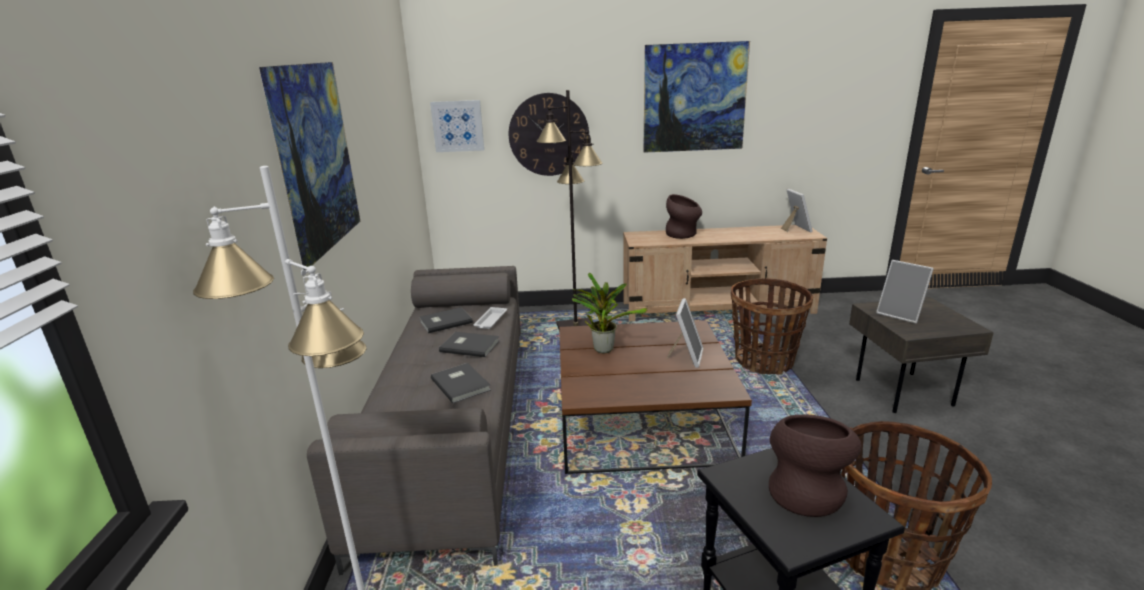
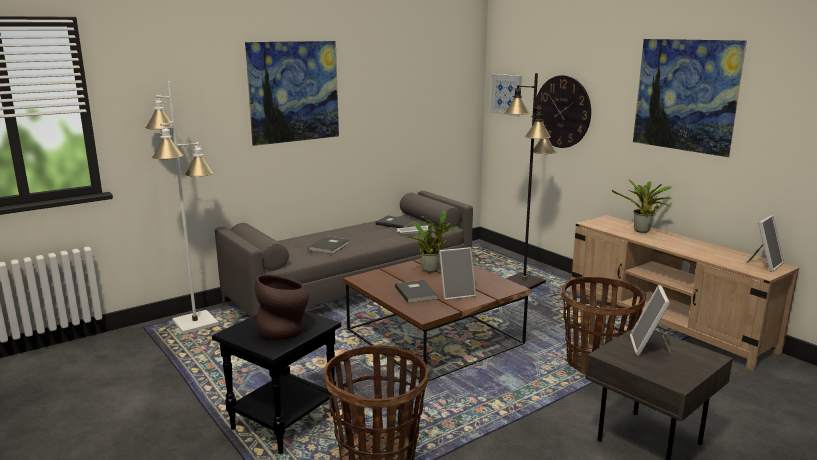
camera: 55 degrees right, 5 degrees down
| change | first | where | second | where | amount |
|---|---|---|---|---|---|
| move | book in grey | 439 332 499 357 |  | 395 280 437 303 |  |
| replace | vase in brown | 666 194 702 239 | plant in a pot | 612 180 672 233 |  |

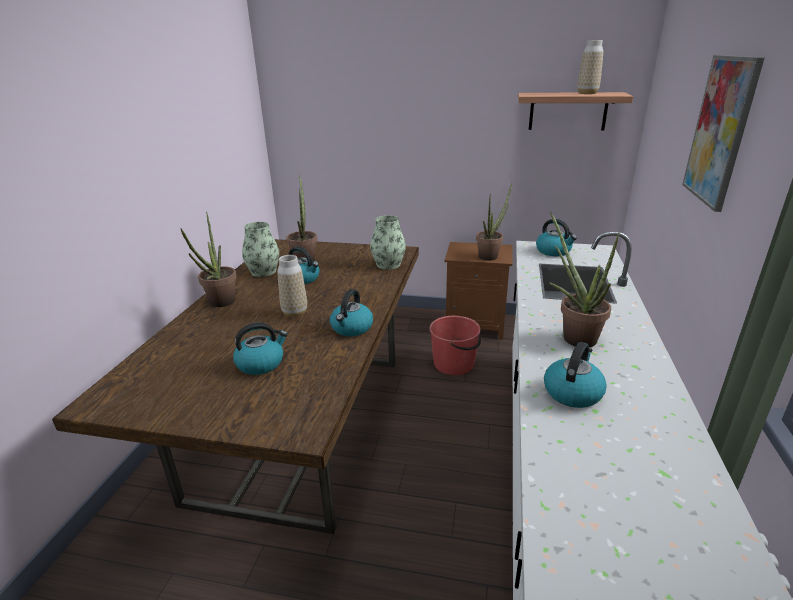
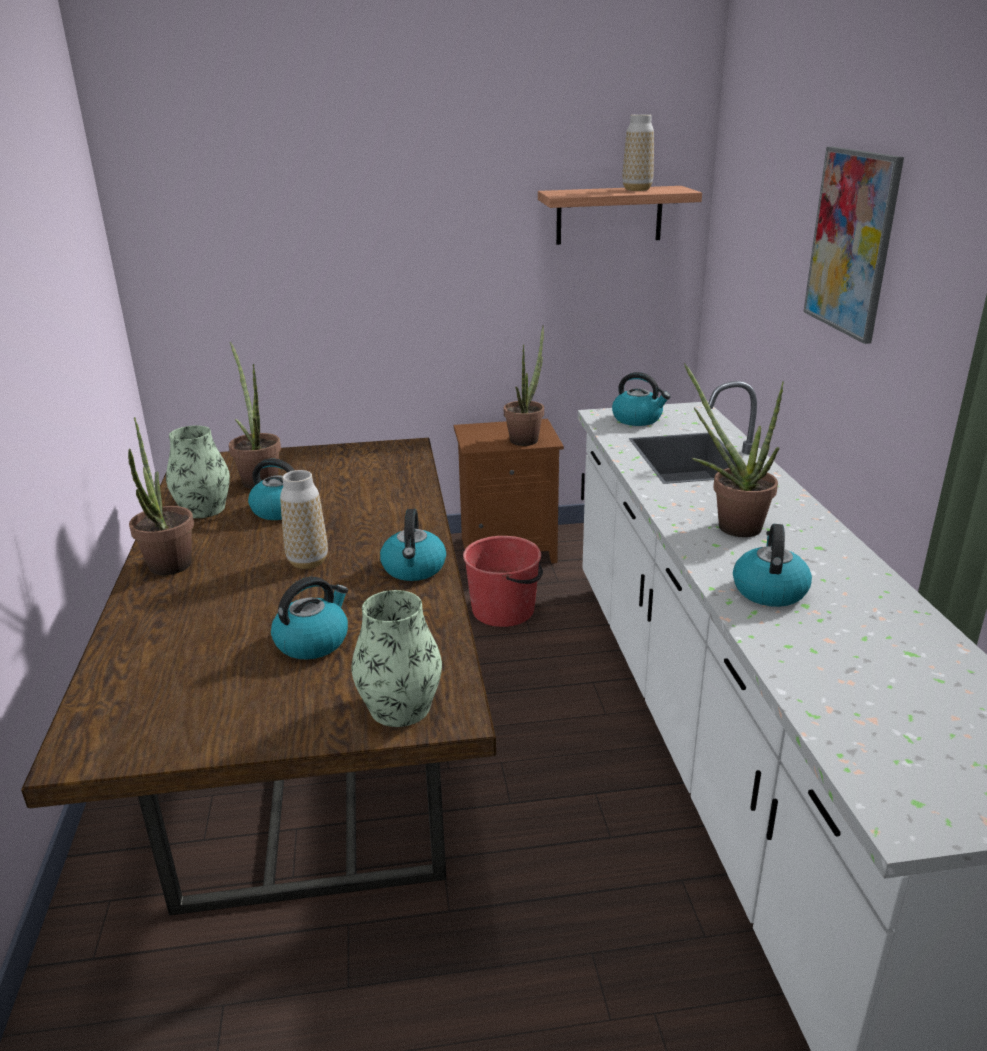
camera: 20 degrees left, 0 degrees up
| change | first | where | second | where | amount |
|---|---|---|---|---|---|
| move | vase | 370 215 406 270 |  | 351 590 442 727 |  |

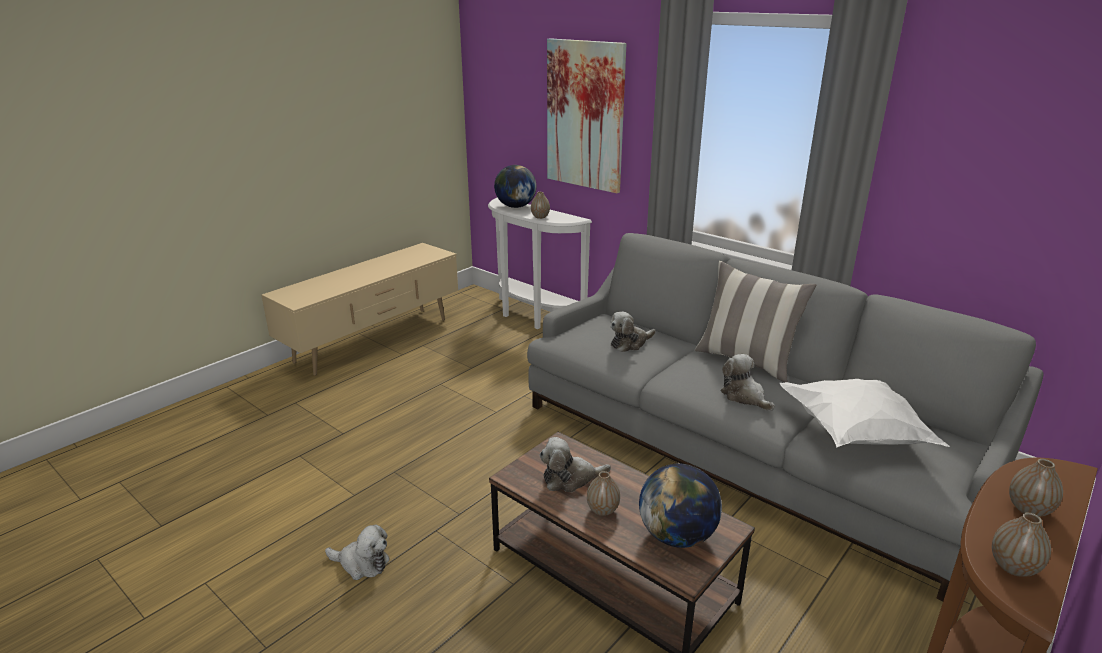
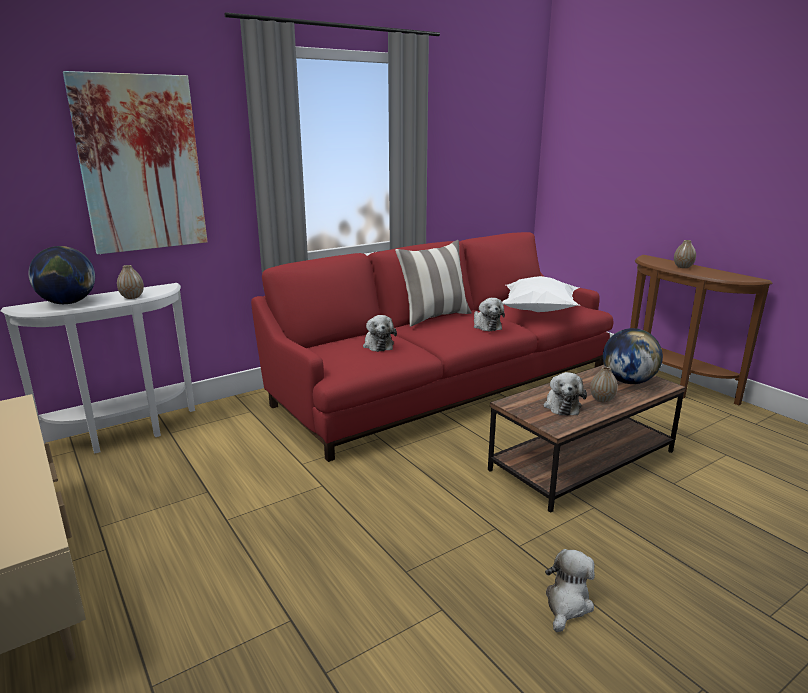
camera: 75 degrees left, 5 degrees down
| change | first | where | second | where | amount |
|---|---|---|---|---|---|
| recolor | couch in grey | 527 233 1043 602 | couch in reddish | 251 232 613 462 |  |
| rotate | soft toy | 721 354 775 411 |  | 474 298 505 331 | 90 degrees counterclockwise |
| delete | vase | 992 513 1051 577 |  |  |  |

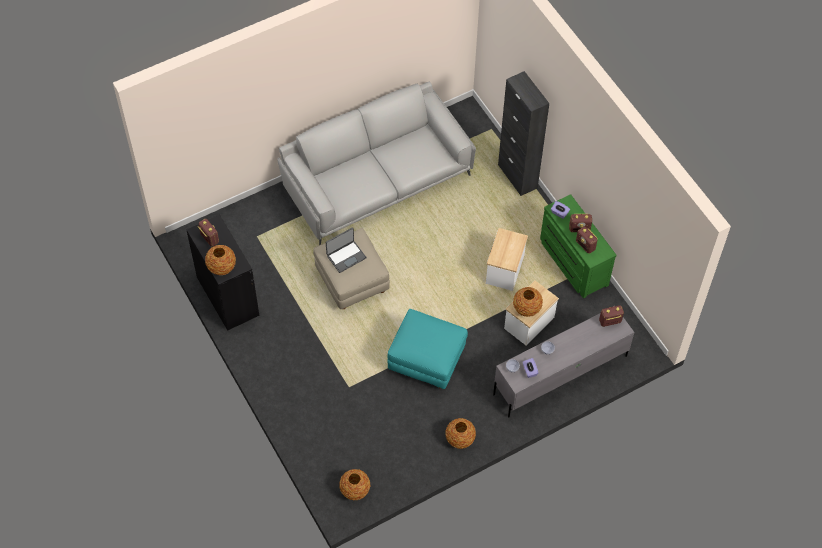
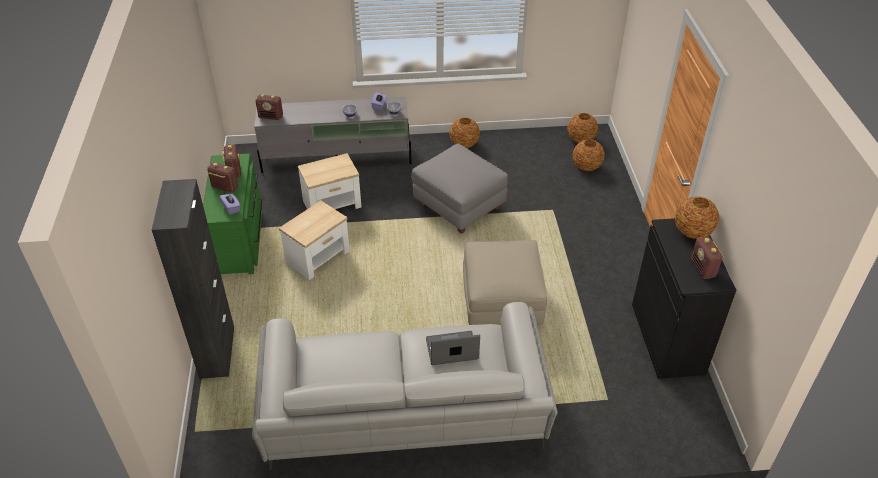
camera: 155 degrees left, 15 degrees down
| change | first | where | second | where | amount |
|---|---|---|---|---|---|
| recolor | pouffe in blue-green | 387 309 468 389 | pouffe in grey | 411 143 508 233 |  |
| move | notebook computer | 326 227 367 273 |  | 426 331 480 365 |  |
| move | vase | 513 287 543 317 |  | 573 139 605 171 |  |

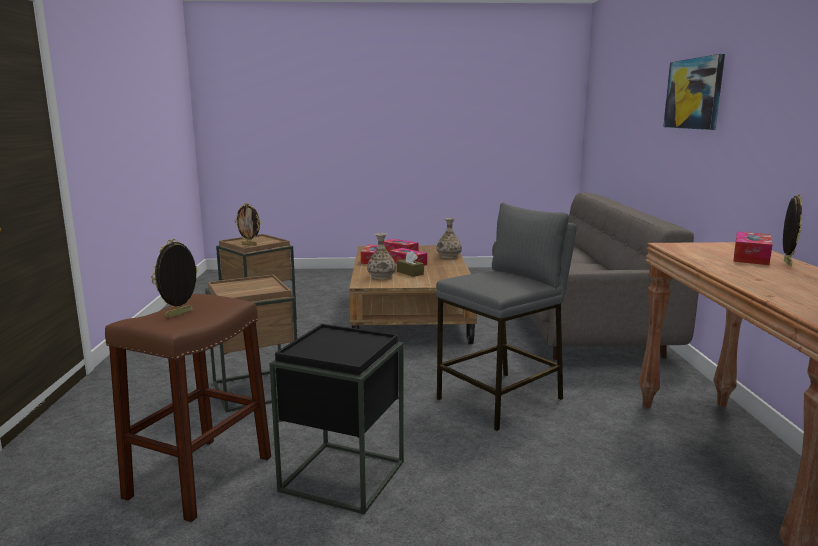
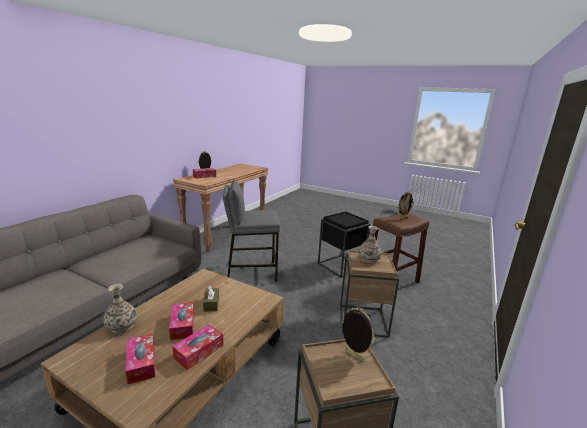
camera: 150 degrees left, 5 degrees up
| change | first | where | second | where | amount |
|---|---|---|---|---|---|
| move | vase | 367 233 396 280 |  | 358 226 382 263 |  |
| delete | picture | 663 54 725 130 |  |  |  |

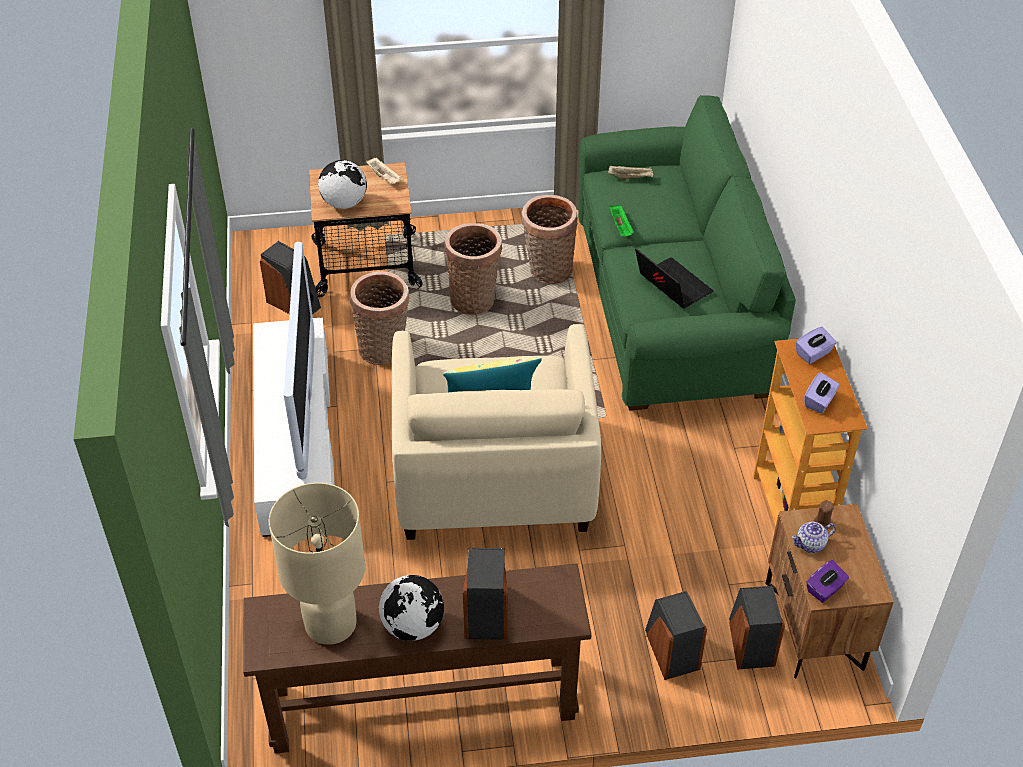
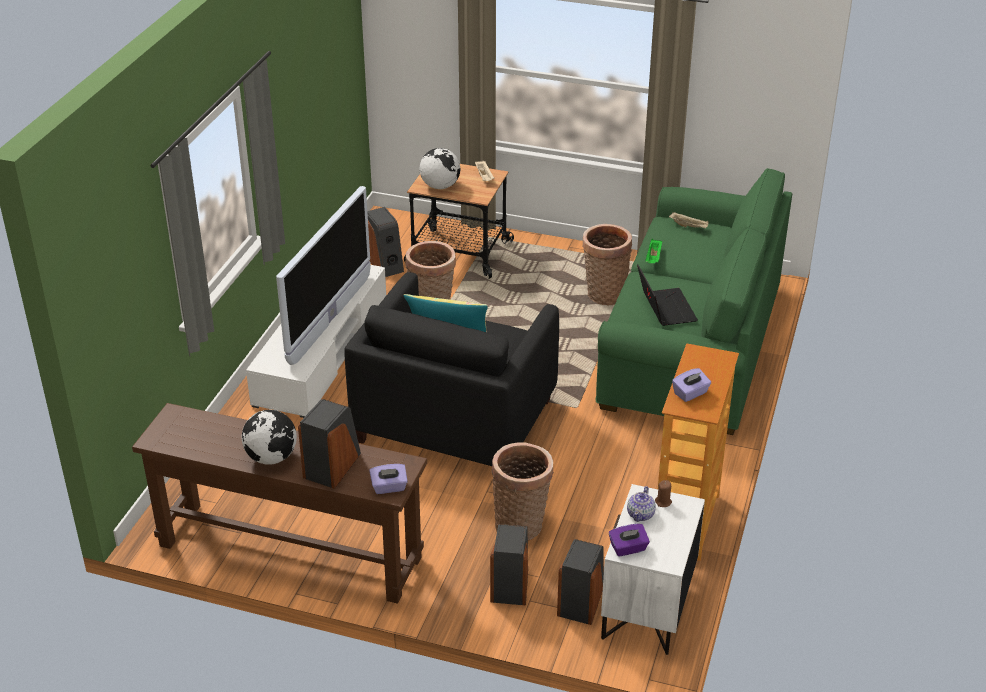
camera: 25 degrees right, 10 degrees down
| change | first | where | second | where | amount |
|---|---|---|---|---|---|
| recolor | easy chair in beige-coloured | 392 324 601 540 | easy chair in black-coloured | 344 272 559 466 |  |
| move | tissue holder in purple-coloured | 796 327 836 364 |  | 369 464 408 494 |  |
| move | storage basket | 445 223 502 315 |  | 491 443 554 540 |  |
| recolor | bedside table in brown | 765 504 894 678 | bedside table in white-coloured | 601 484 705 655 |  |
| rotate | tea pot | 791 522 836 553 |  | 627 486 656 522 | 75 degrees counterclockwise |
| delete | table lamp in beige-coloured | 269 483 365 645 |  |  |  |

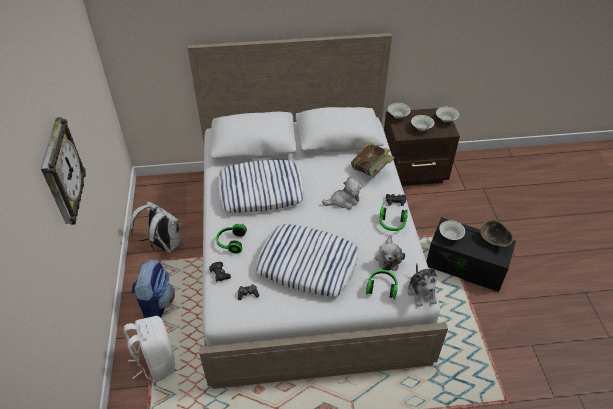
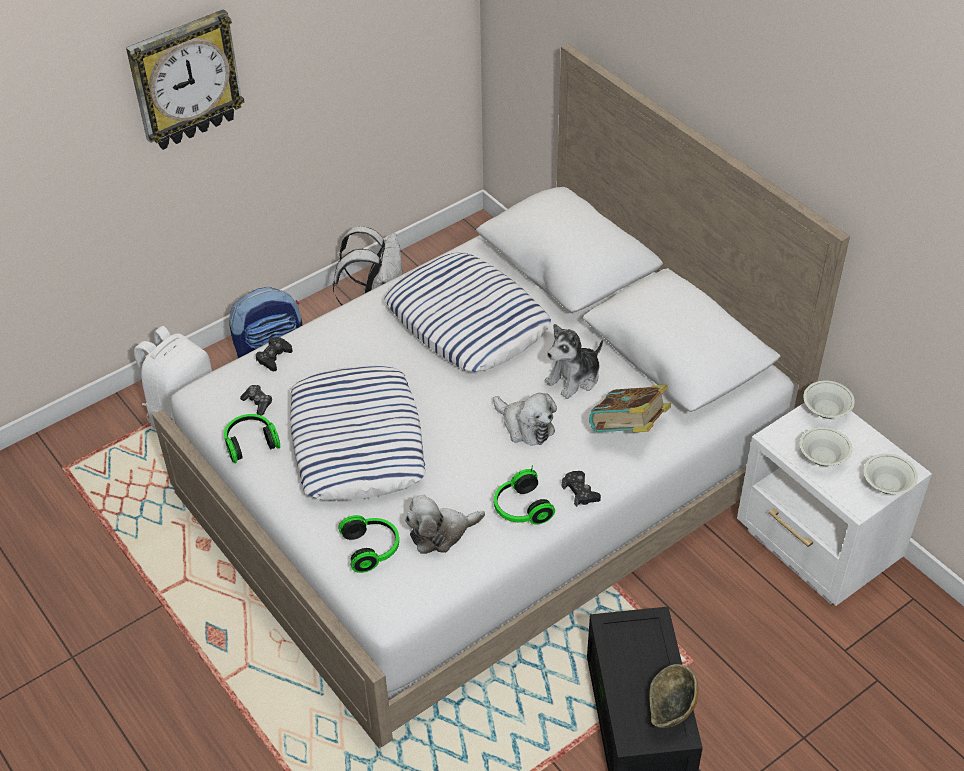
camera: 60 degrees right, 0 degrees up
| change | first | where | second | where | amount |
|---|---|---|---|---|---|
| move | headset | 216 224 247 253 |  | 224 414 280 463 |  |
| move | soft toy | 407 264 437 307 |  | 545 324 603 399 |  |
| recolor | bedside table in brown | 384 108 460 186 | bedside table in white-coloured | 737 402 932 606 |  |
| delete | serving bowl in white-coloured | 439 220 465 240 |  |  |  |

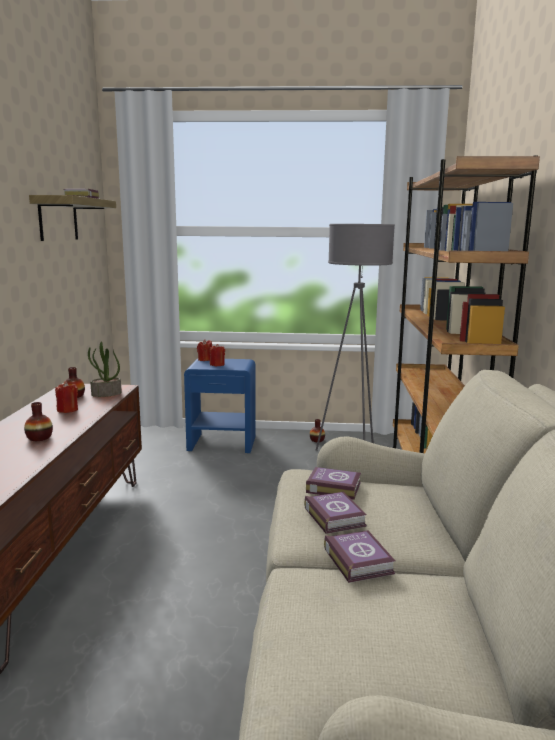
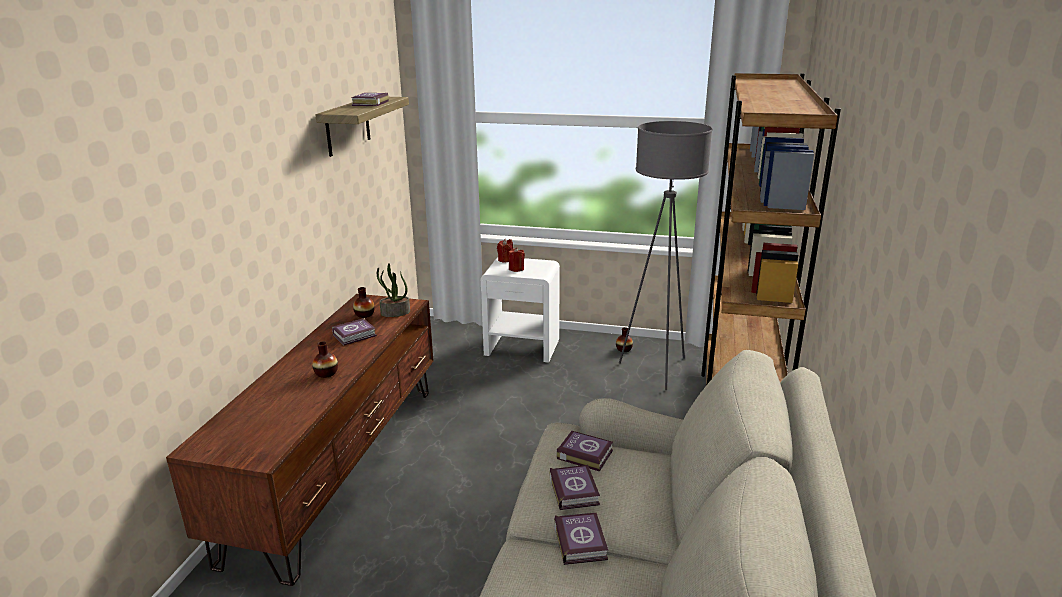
camera: 10 degrees right, 10 degrees up
| change | first | where | second | where | amount |
|---|---|---|---|---|---|
| replace | wax candle in reddish | 55 382 78 413 | book | 332 318 377 345 |  |
| recolor | bedside table in bluish | 184 359 256 453 | bedside table in white-coloured | 481 257 560 363 |  |

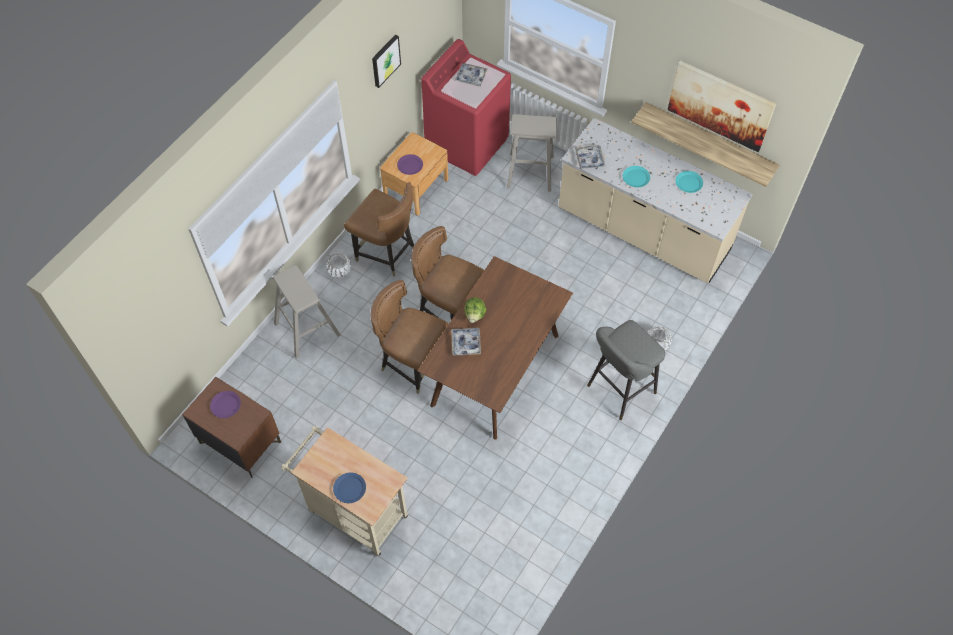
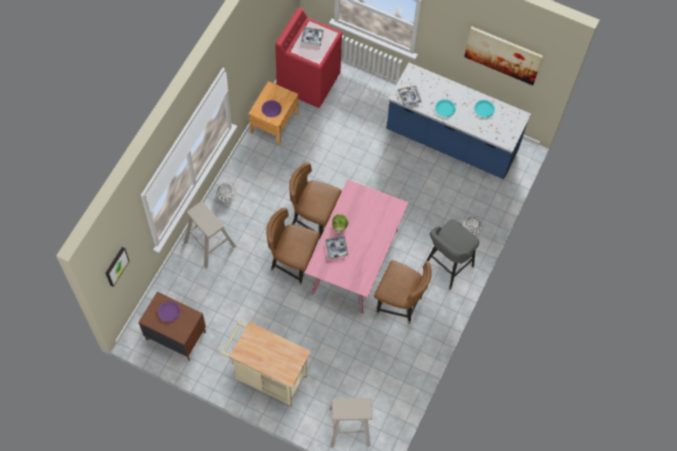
camera: 10 degrees left, 5 degrees up
| change | first | where | second | where | amount |
|---|---|---|---|---|---|
| move | picture | 372 35 401 88 |  | 106 247 129 287 |  |
| recolor | kitchen table in brown | 417 256 573 440 | kitchen table in pink-coloured | 305 179 409 314 |  |
| move | sitting stool in beige-coloured | 507 114 557 192 |  | 330 398 373 448 |  |
| move | plain chair in brown | 344 182 414 276 |  | 374 260 432 325 |  |
| recolor | kitchen base unit in beige-coloured | 559 118 753 283 | kitchen base unit in bluish | 386 63 531 179 |  |
| delete | dinner plate in bluish | 333 472 366 503 |  |  |  |
| delete | bracket shelf | 631 102 780 187 |  |  |  |

